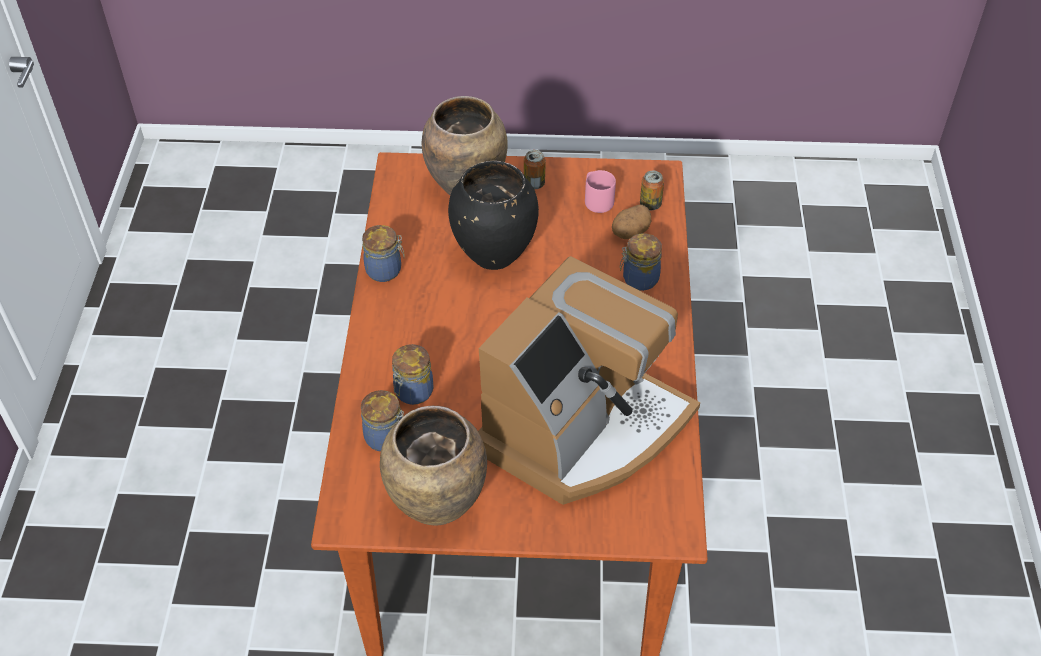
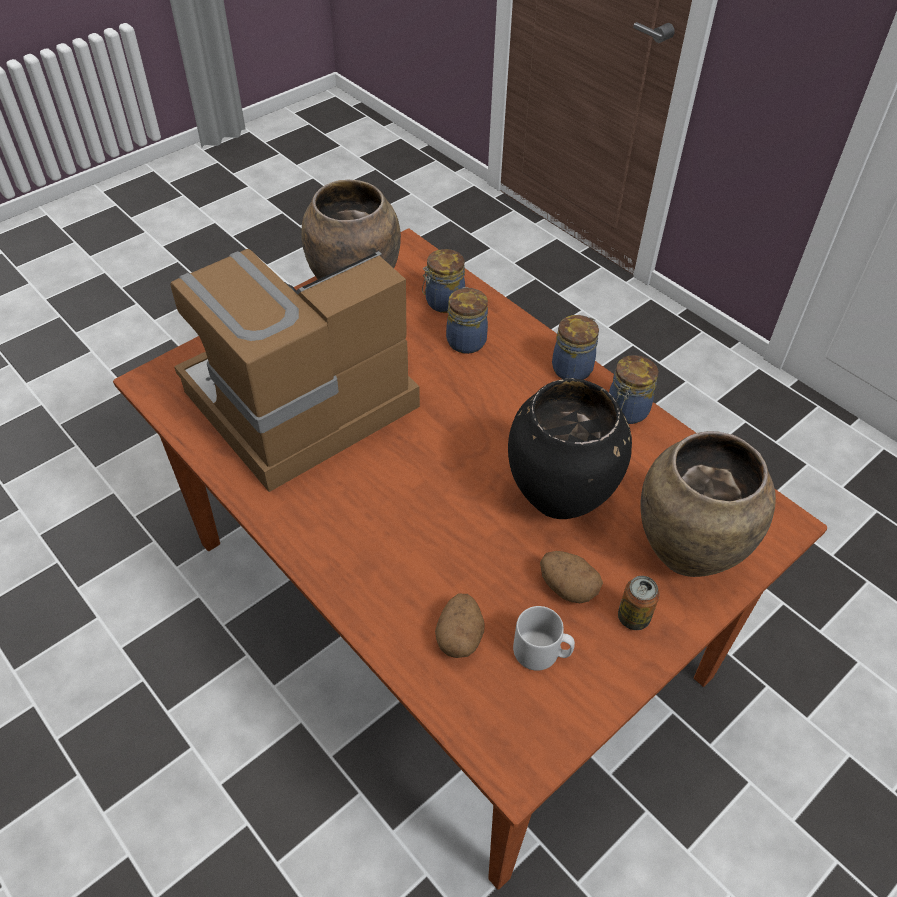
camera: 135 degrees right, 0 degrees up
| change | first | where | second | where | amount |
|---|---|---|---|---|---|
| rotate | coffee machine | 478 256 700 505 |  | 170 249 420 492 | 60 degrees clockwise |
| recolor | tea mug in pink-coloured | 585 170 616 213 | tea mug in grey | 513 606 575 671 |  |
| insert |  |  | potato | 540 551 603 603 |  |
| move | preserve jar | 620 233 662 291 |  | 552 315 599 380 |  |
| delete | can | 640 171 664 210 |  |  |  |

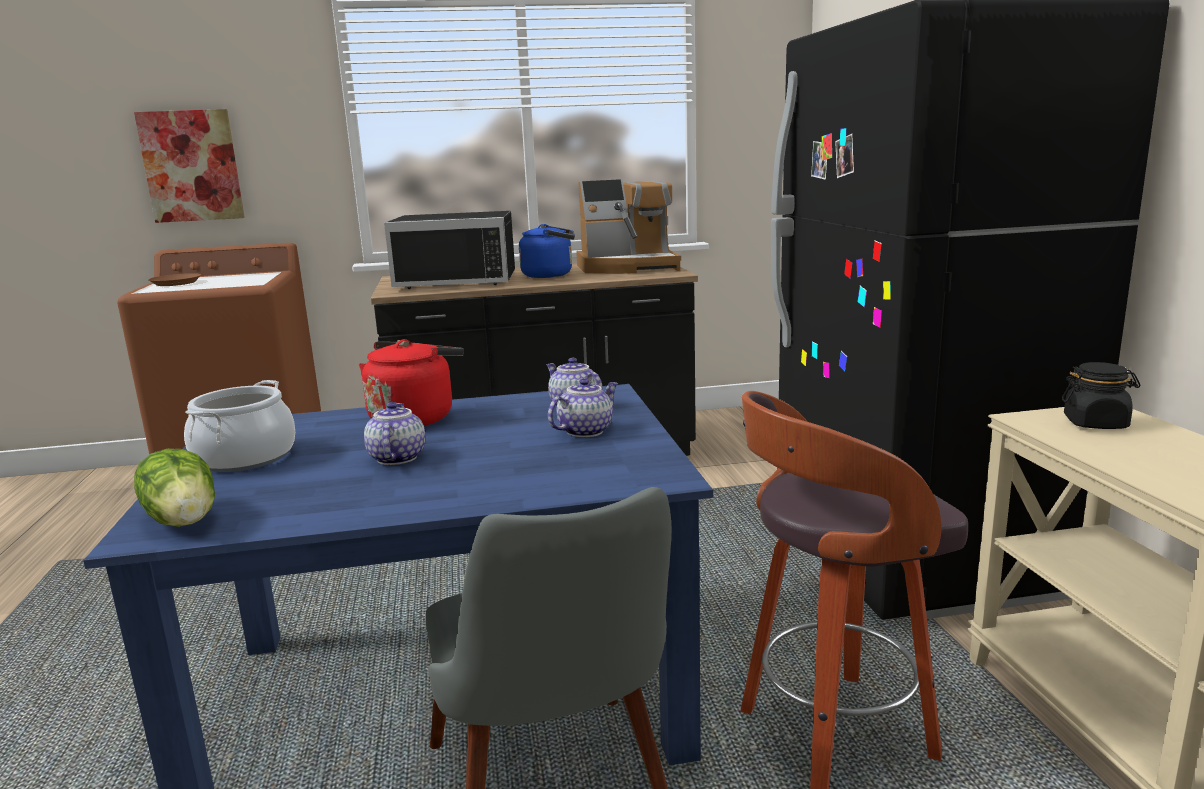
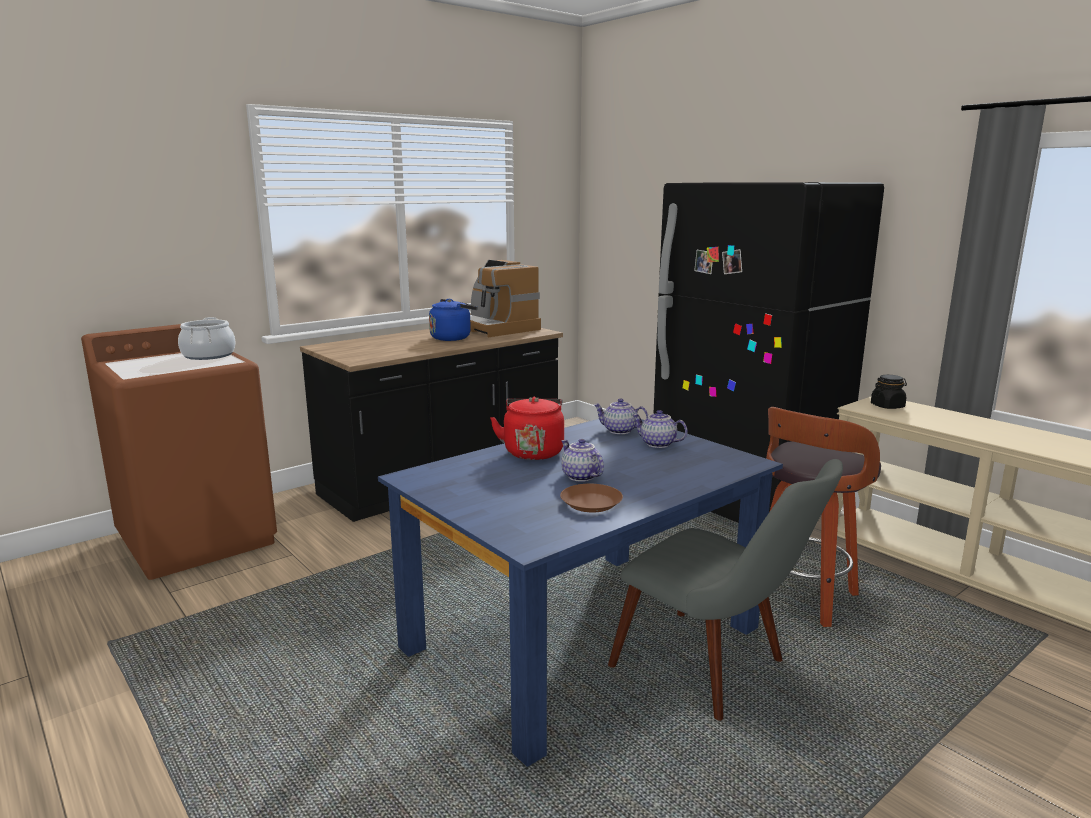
camera: 30 degrees left, 0 degrees up
| change | first | where | second | where | amount |
|---|---|---|---|---|---|
| move | saucepot | 184 380 295 472 |  | 178 317 236 360 |  |
| rotate | coffee machine | 576 179 681 274 |  | 470 260 541 337 | 90 degrees clockwise |
| move | dinner plate in brown | 148 273 201 286 |  | 560 484 623 512 |  |
| rotate | tea pot | 548 378 618 437 |  | 632 410 688 448 | 75 degrees counterclockwise |
| delete | picture | 134 109 245 223 |  |  |  |
| delete | head of lettuce | 134 449 215 527 |  |  |  |
| delete | microwave oven in black-coloured | 384 211 515 289 |  |  |  |

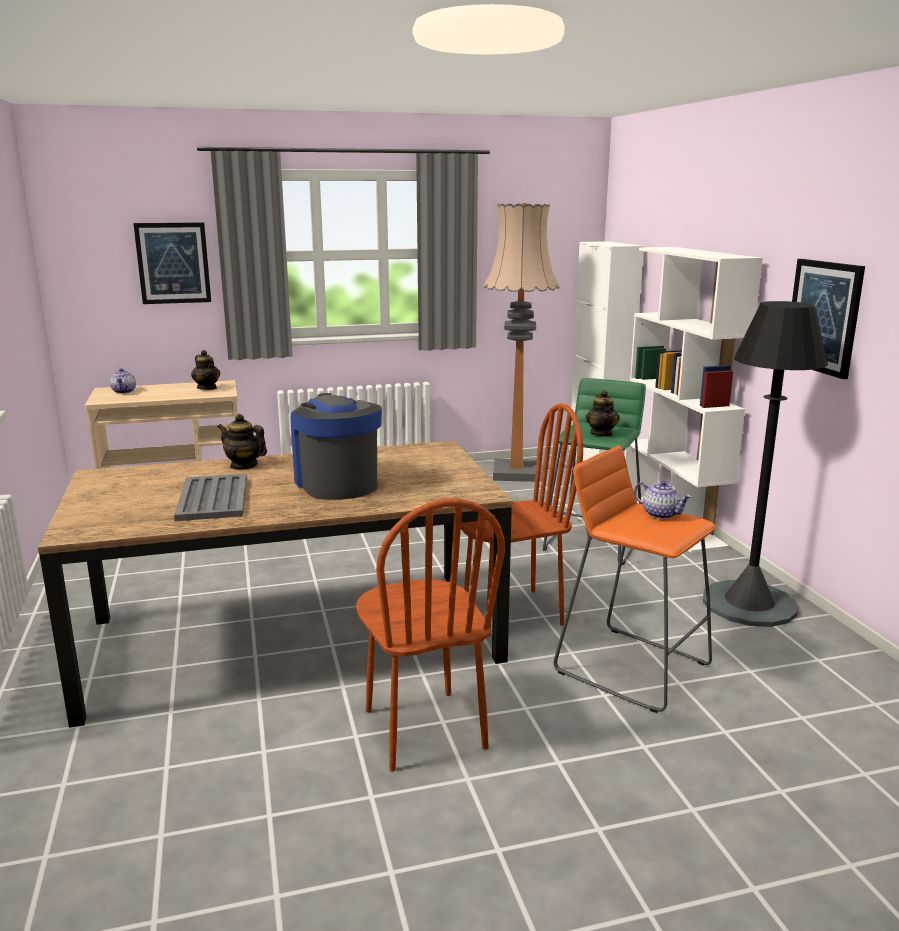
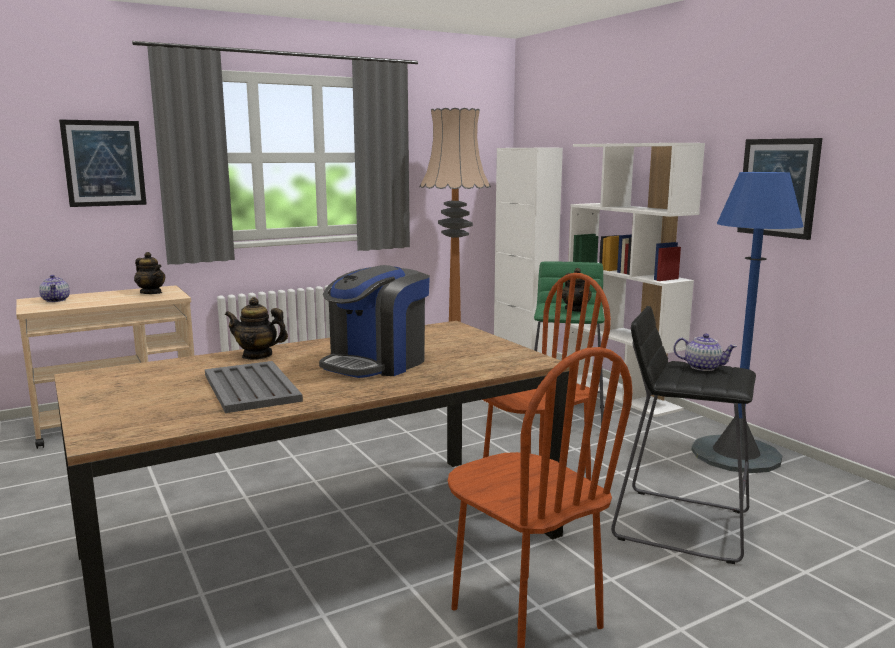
camera: 15 degrees left, 5 degrees down
| change | first | where | second | where | amount |
|---|---|---|---|---|---|
| rotate | coffee machine | 290 393 382 500 |  | 319 265 430 378 | 105 degrees counterclockwise |
| recolor | sitting stool in orange-coloured | 554 445 717 713 | sitting stool in black-coloured | 611 306 756 564 |  |
| recolor | floor lamp in black-coloured | 703 301 828 627 | floor lamp in bluish | 692 172 804 473 |  |

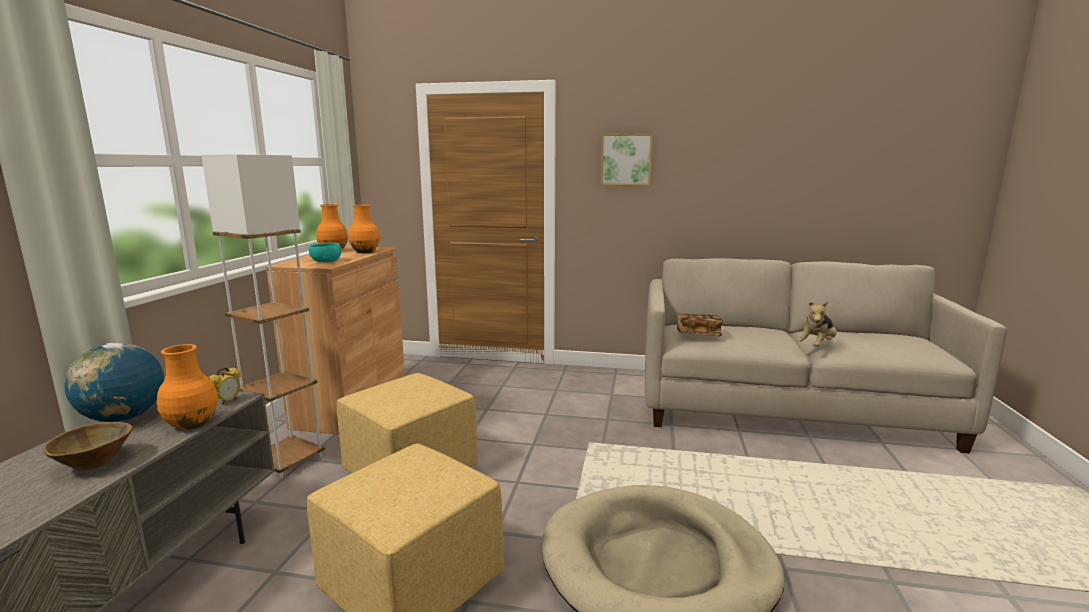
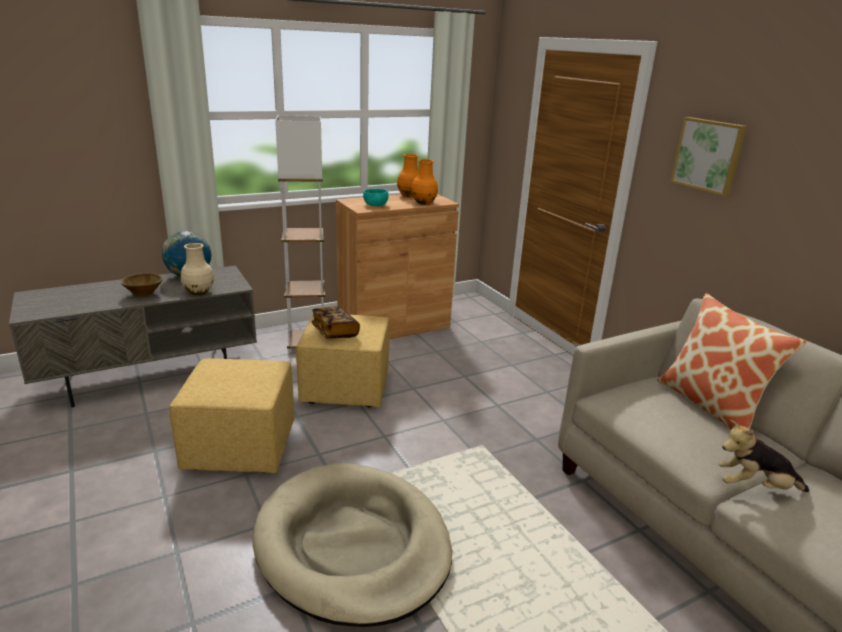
camera: 50 degrees right, 10 degrees up
| change | first | where | second | where | amount |
|---|---|---|---|---|---|
| recolor | vase in orange-coloured | 157 344 218 430 | vase in beige-coloured | 181 243 214 295 |  |
| move | book | 677 314 723 336 |  | 311 306 360 339 |  |
| insert |  |  | cushion | 657 293 807 430 |  |
| delete | table clock | 209 367 241 405 |  |  |  |

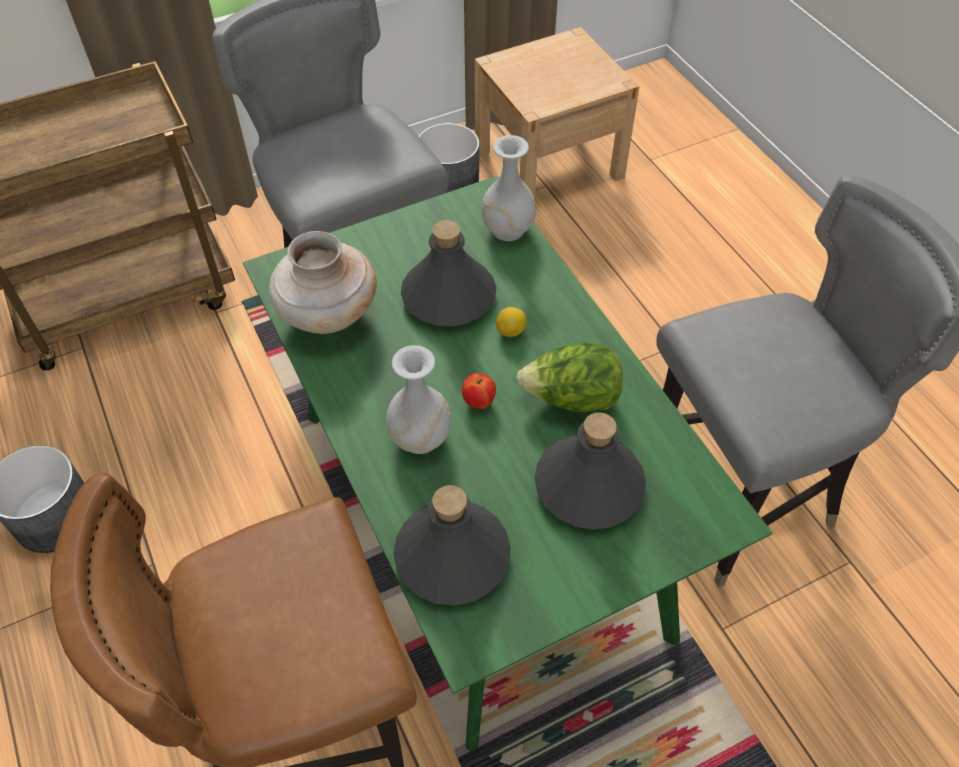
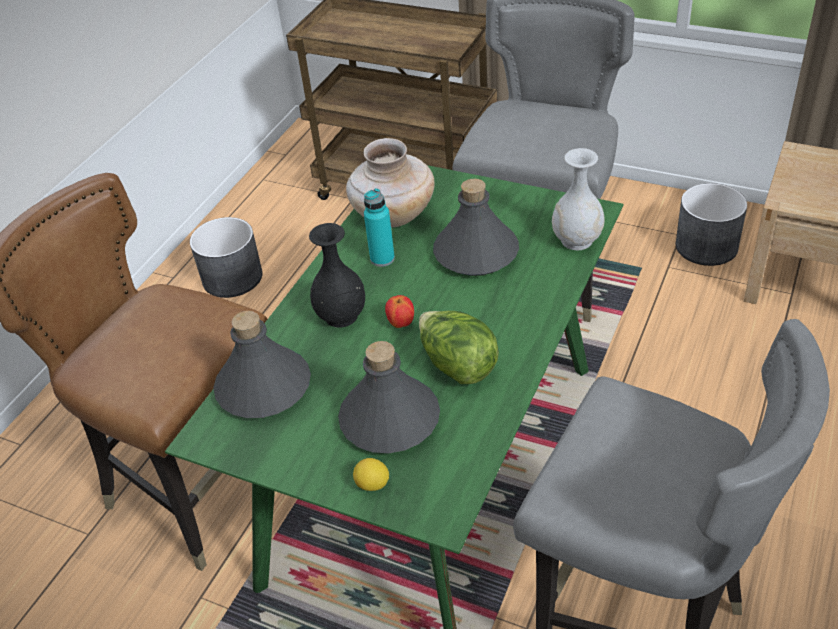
camera: 55 degrees right, 10 degrees down
| change | first | where | second | where | amount |
|---|---|---|---|---|---|
| recolor | vase in white-coloured | 386 345 451 454 | vase in black-coloured | 309 223 365 328 |  |
| move | whole lemon | 496 307 527 337 |  | 353 458 389 491 |  |
| insert |  |  | beverage bottle in blue-green | 364 188 395 267 |  |

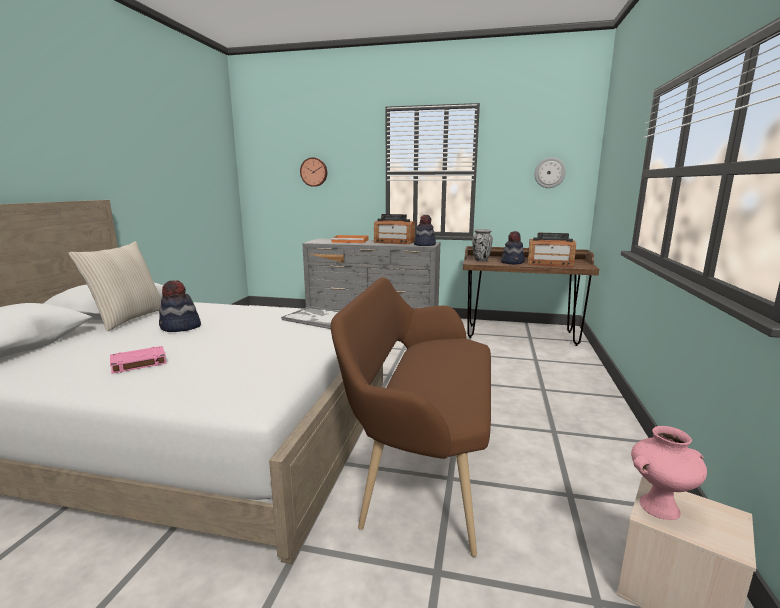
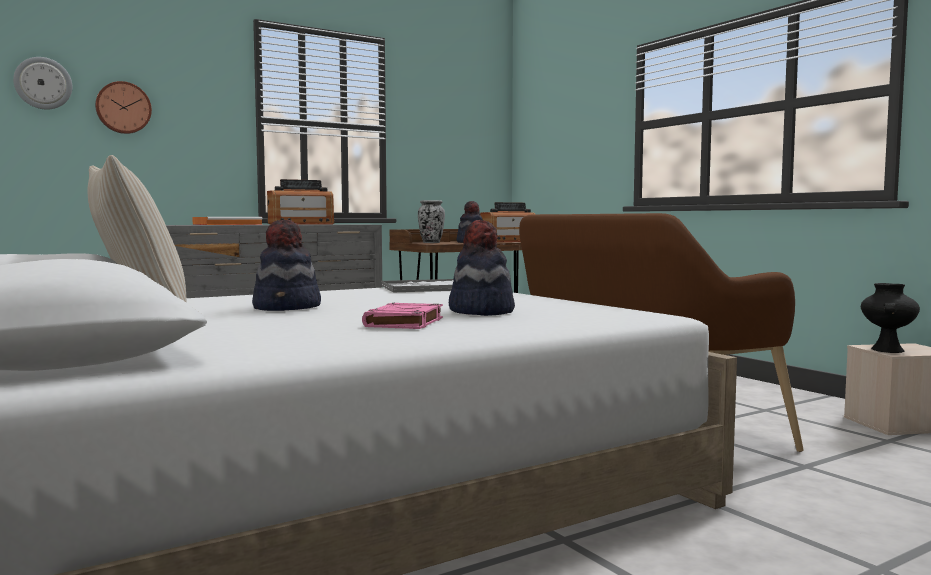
camera: 45 degrees left, 10 degrees down
| change | first | where | second | where | amount |
|---|---|---|---|---|---|
| move | wall clock | 534 157 566 188 |  | 13 57 72 110 |  |
| move | hat | 414 215 436 246 |  | 449 220 515 316 |  |
| recolor | vase in pink-coloured | 631 426 707 520 | vase in black-coloured | 861 283 920 353 |  |

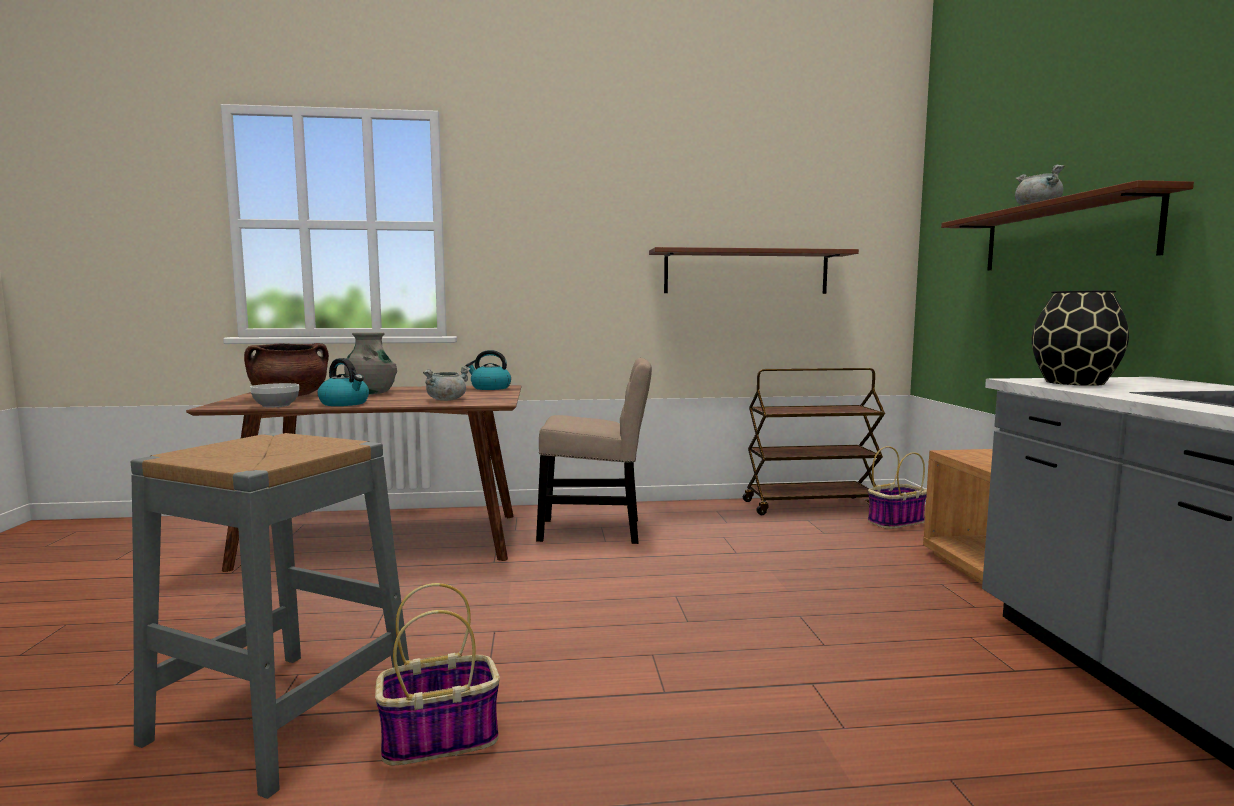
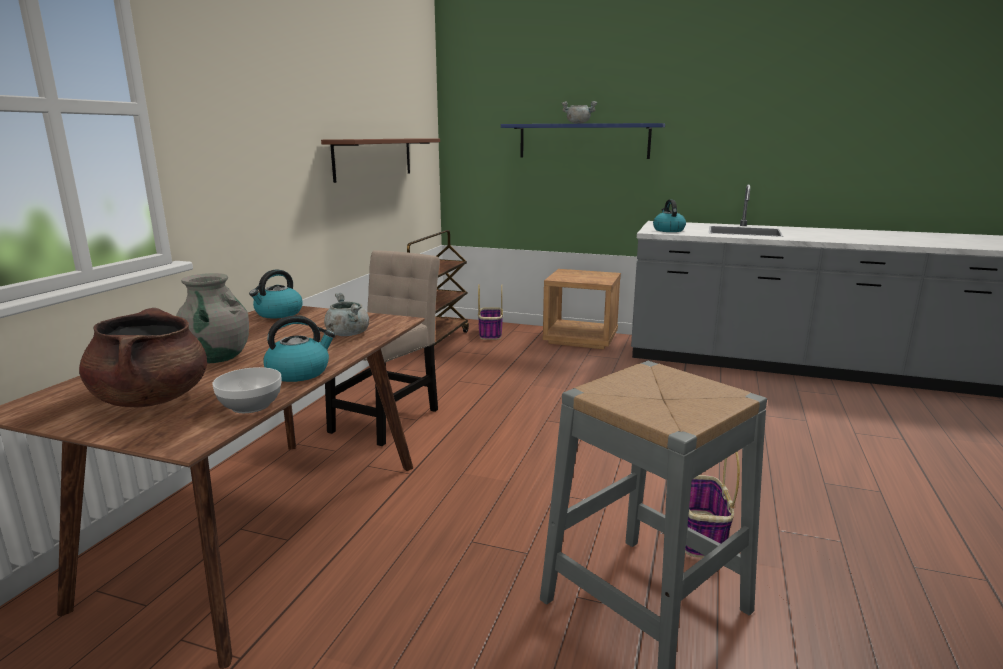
camera: 65 degrees left, 10 degrees up
| change | first | where | second | where | amount |
|---|---|---|---|---|---|
| recolor | bracket shelf in brown | 941 180 1194 271 | bracket shelf in bluish | 501 123 665 159 |  |
| replace | vase in black-coloured | 1032 291 1129 386 | kettle | 653 200 686 232 |  |

